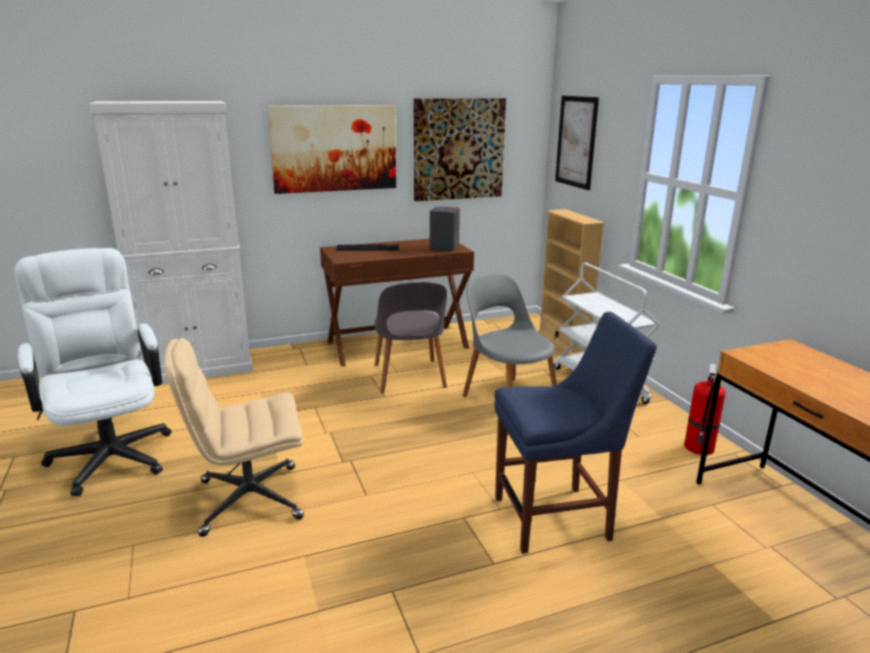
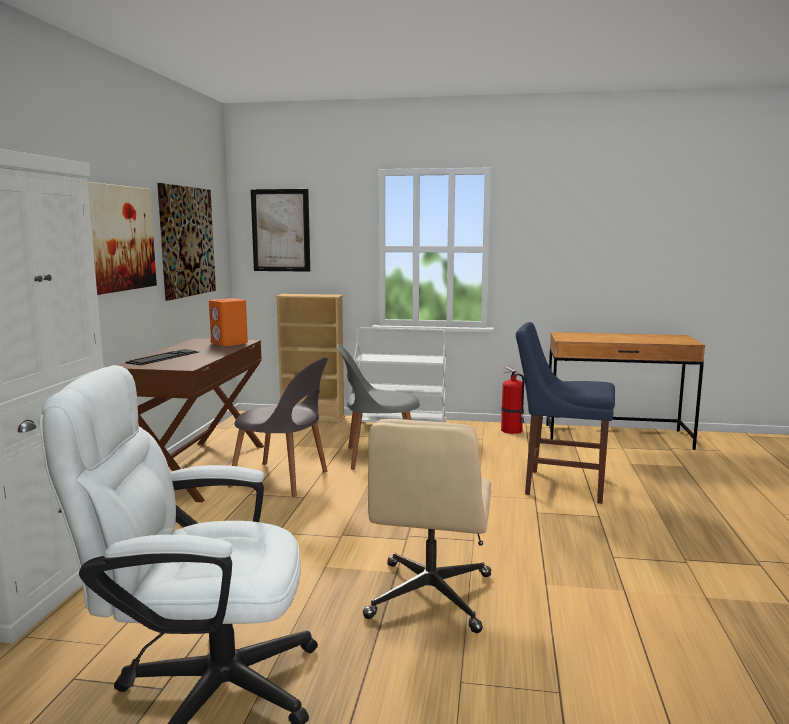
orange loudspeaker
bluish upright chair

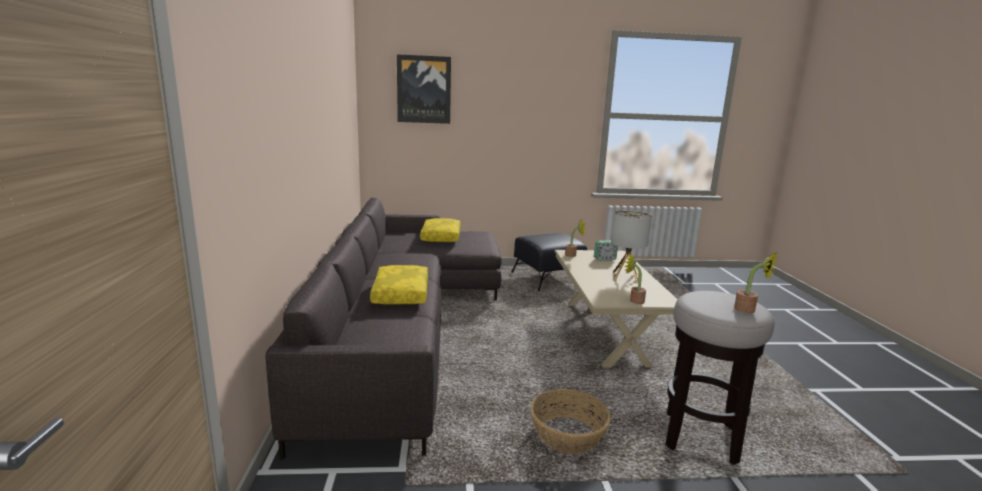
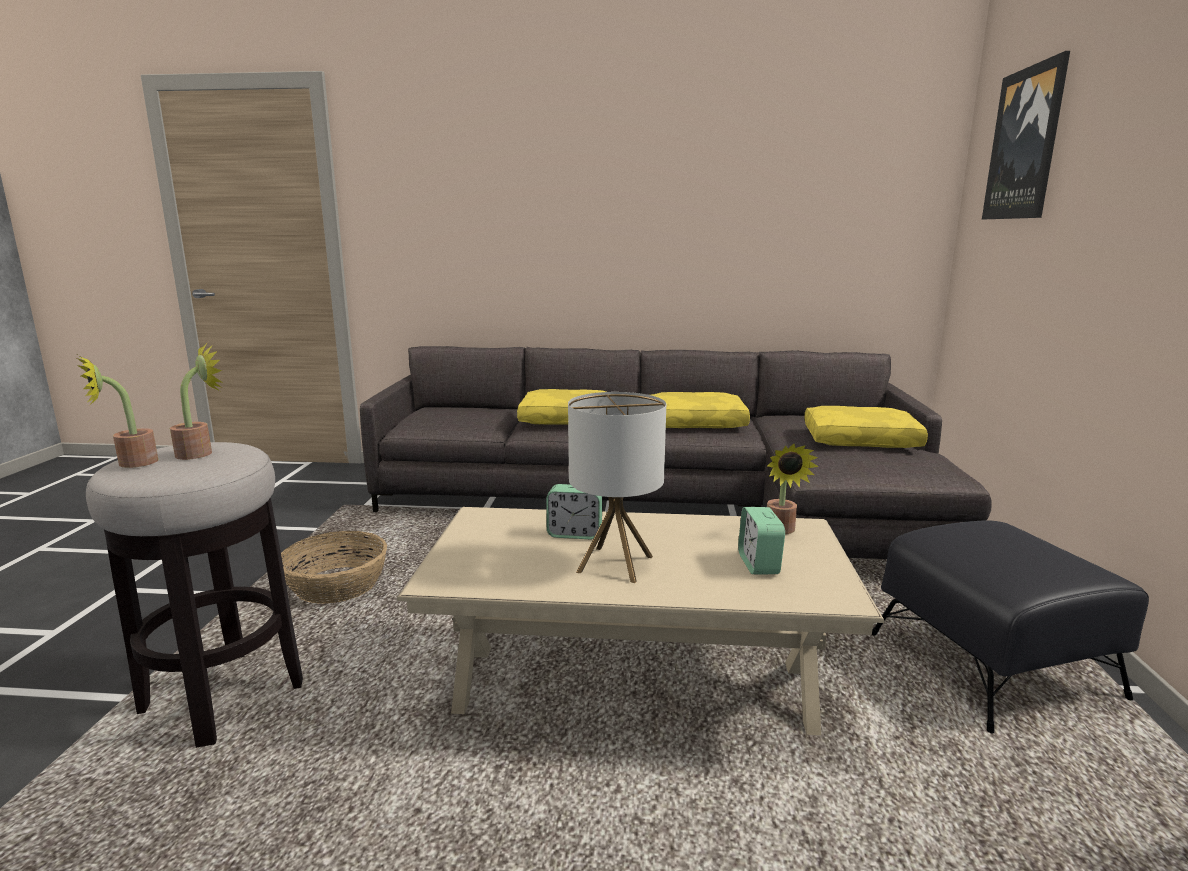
alarm clock (1st from left)
yellow-coloured pillow (2nd from left)
potted plant (2nd from left)

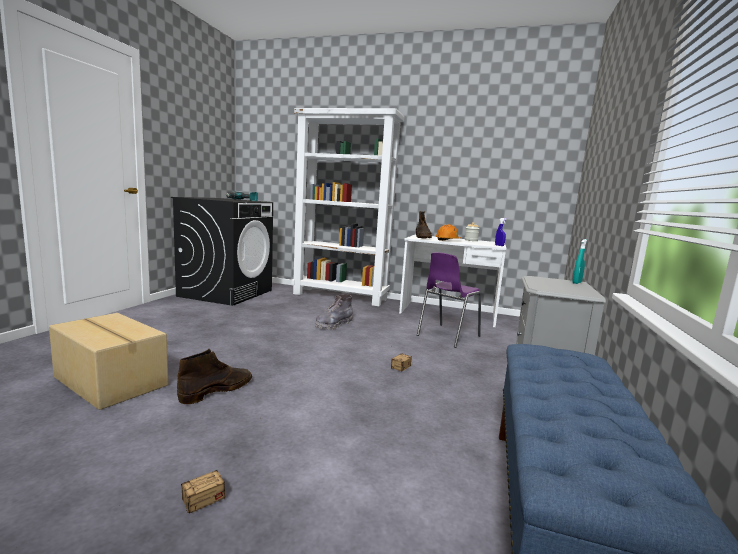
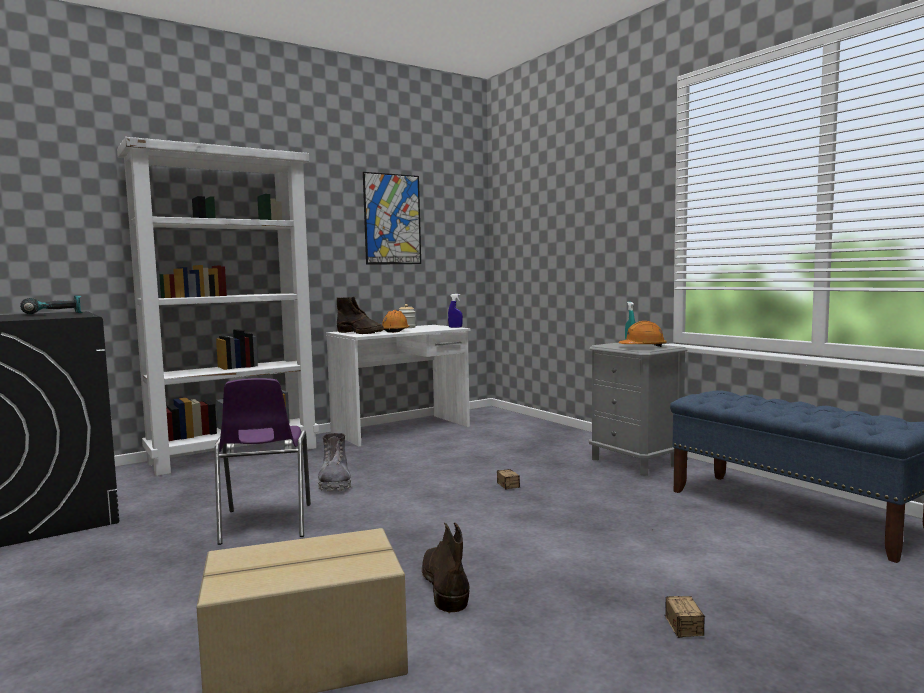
wall picture
orange hard hat (2nd from left)
purplish upright chair

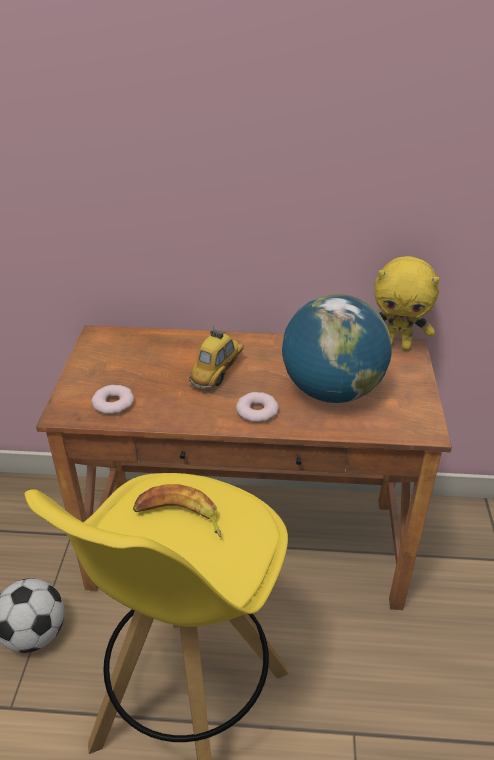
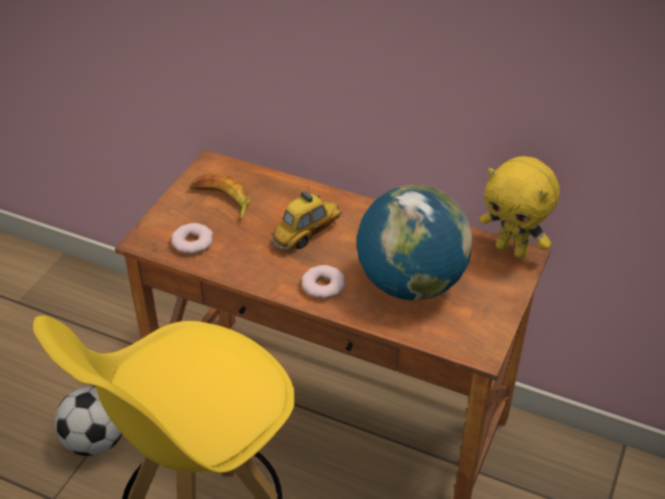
banana

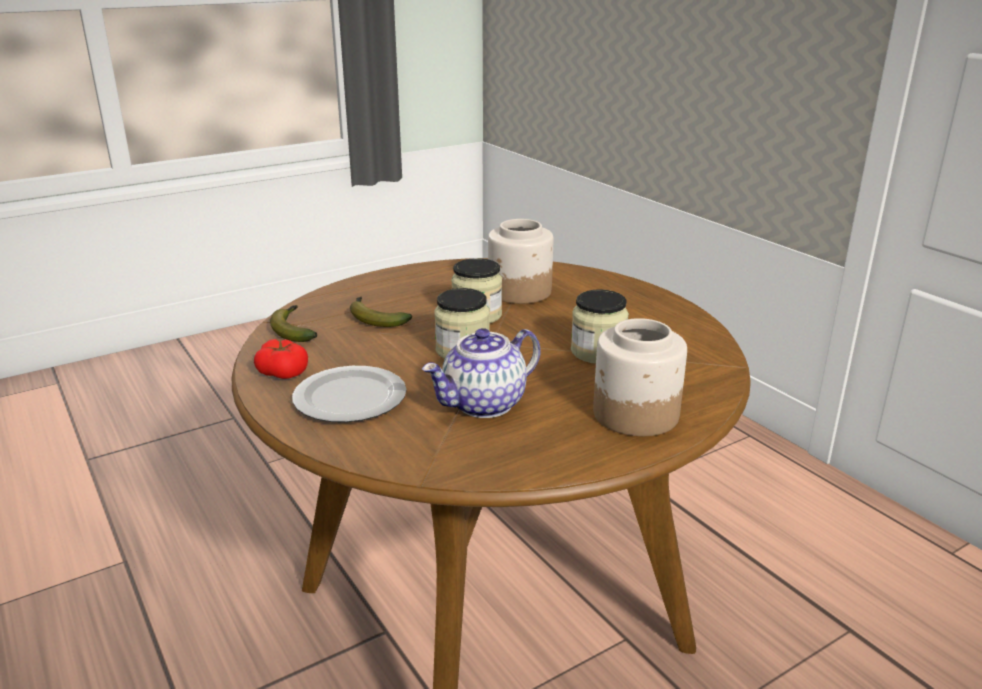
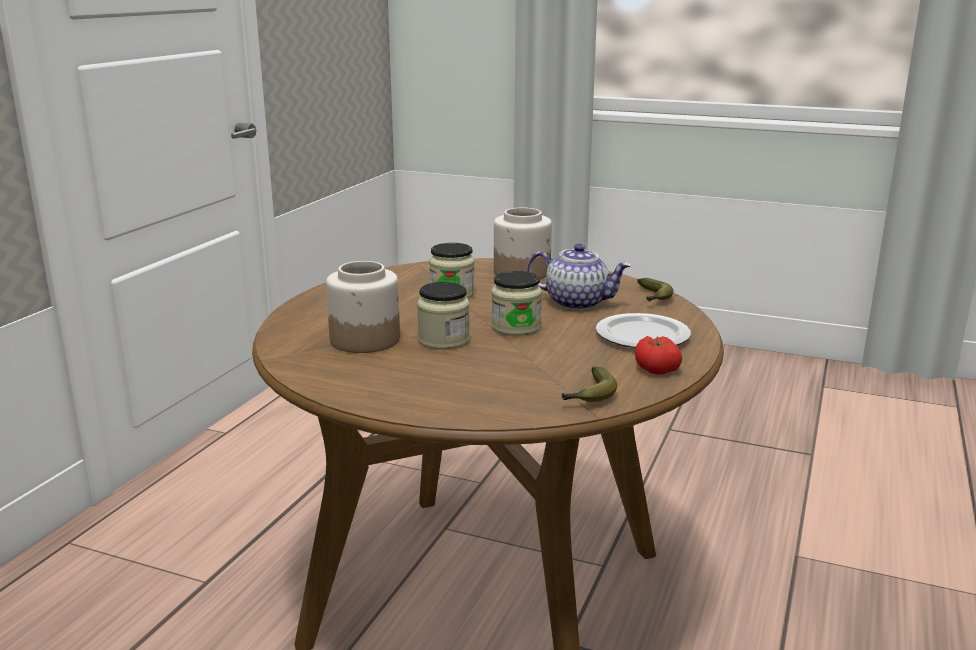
banana (2nd from left)

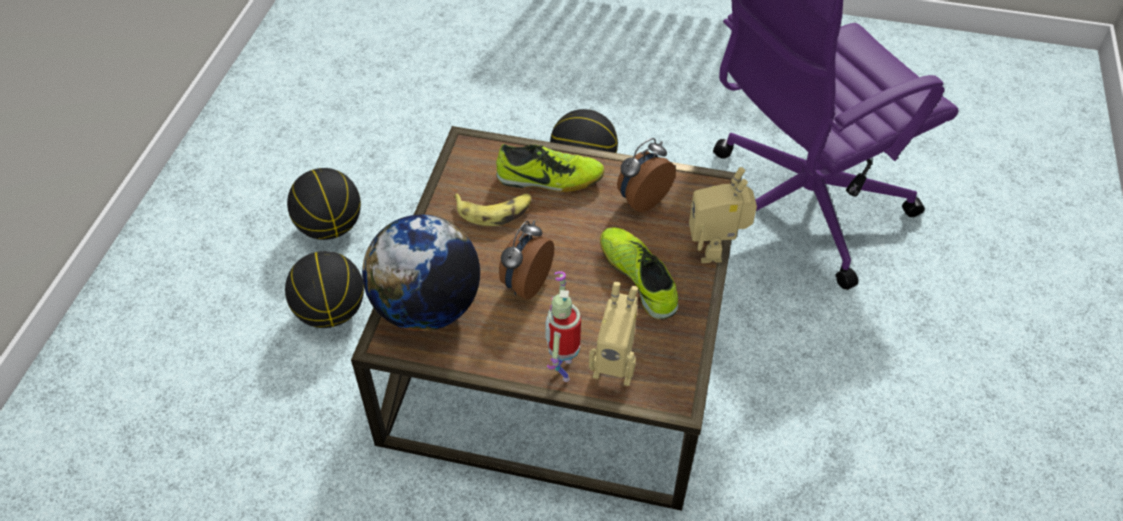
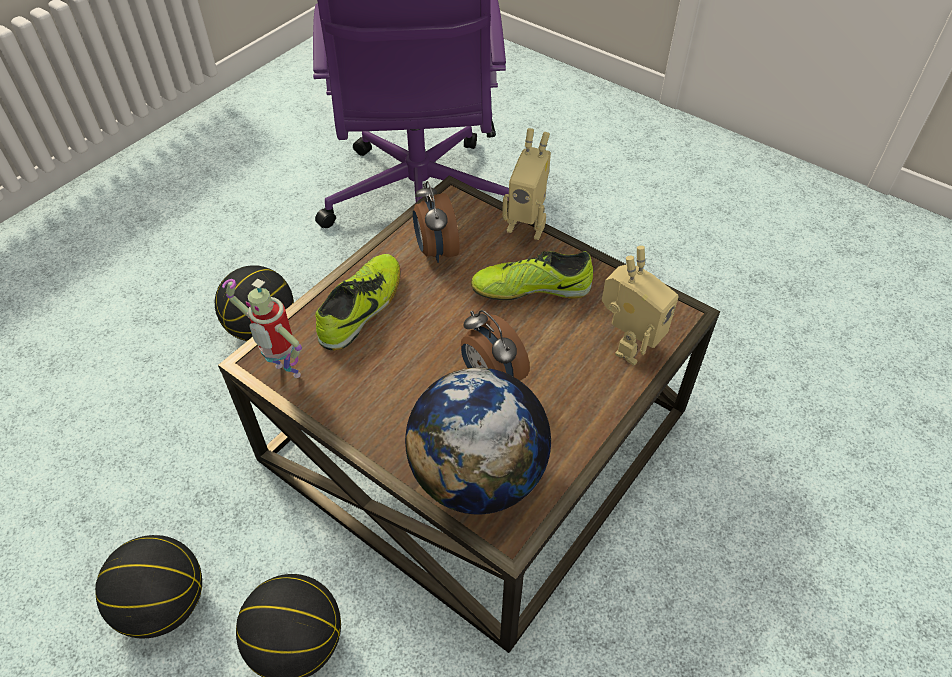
banana
robot figure (1st from left)

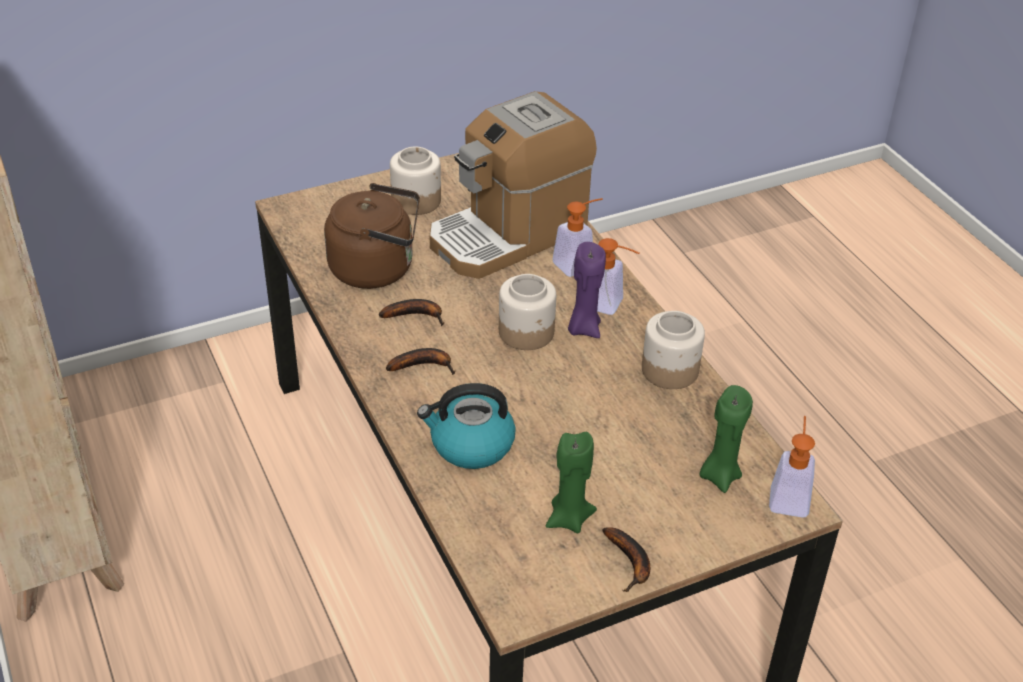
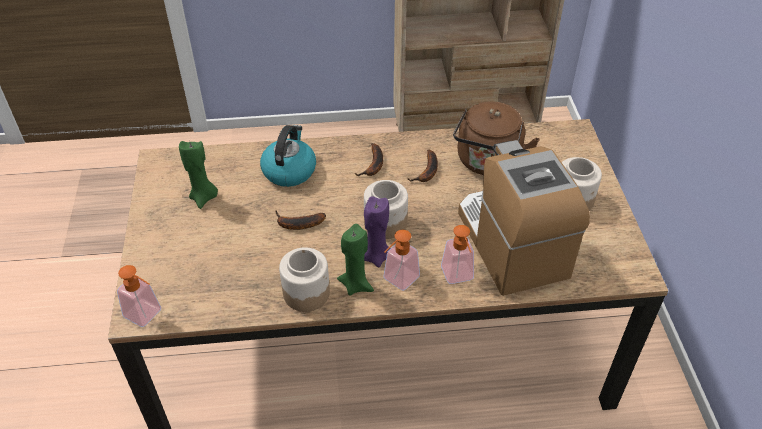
banana (1st from left)
green-coloured wax light (2nd from left)

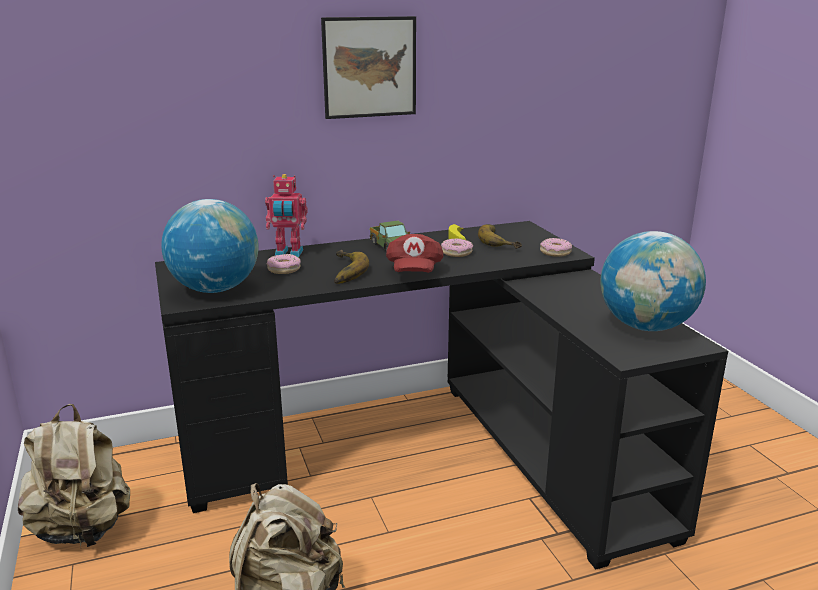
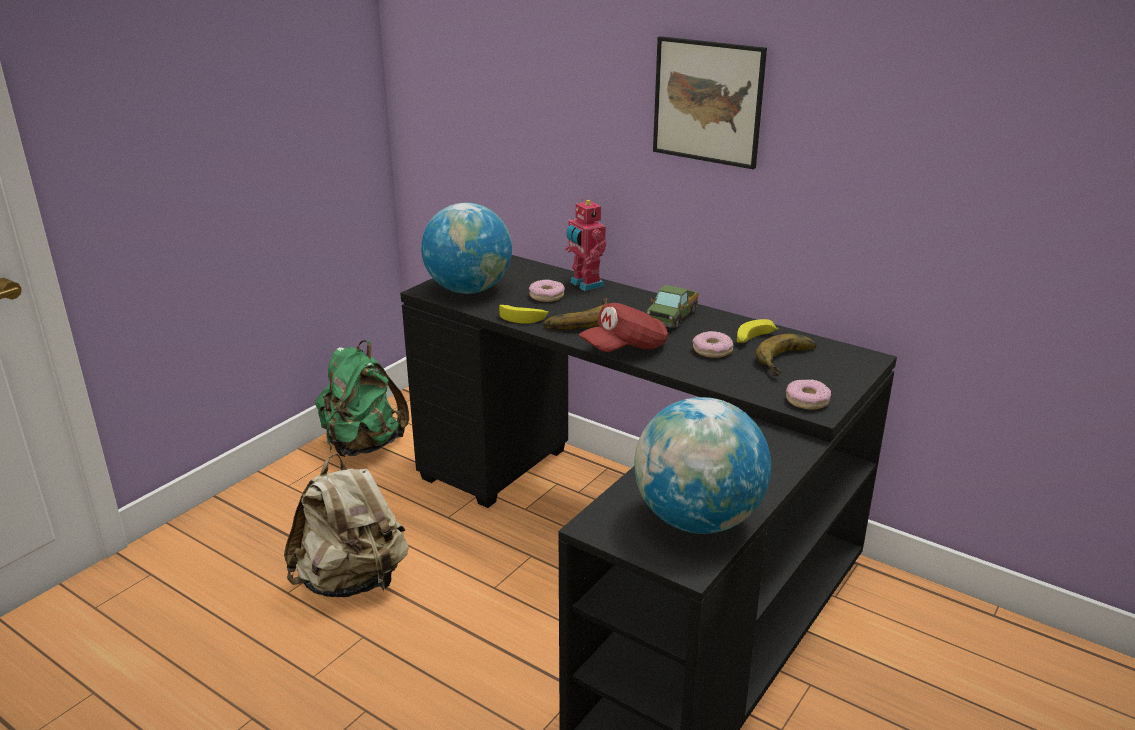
banana (1st from left)
green-coloured knapsack

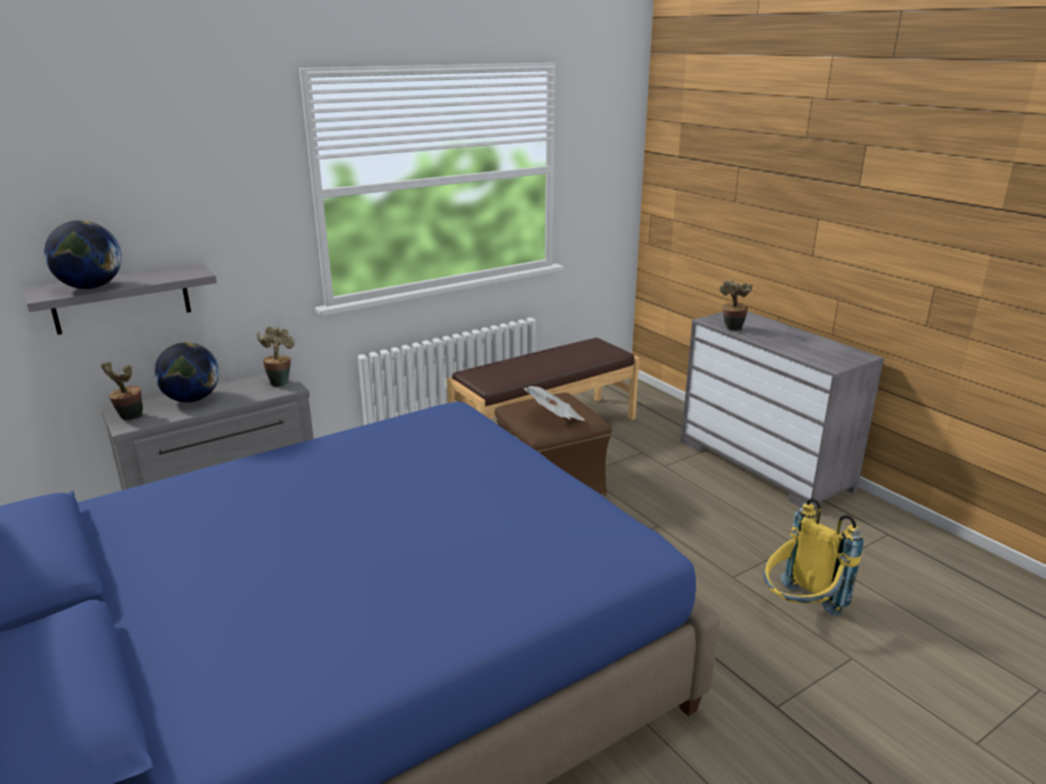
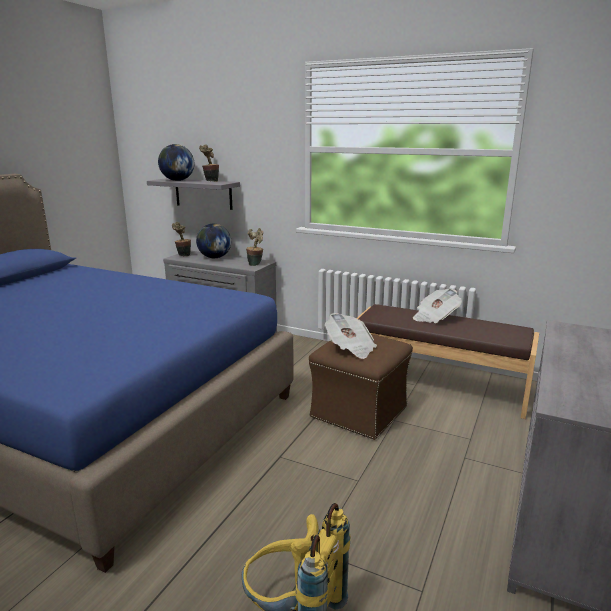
daily paper (2nd from left)
potted plant (2nd from left)

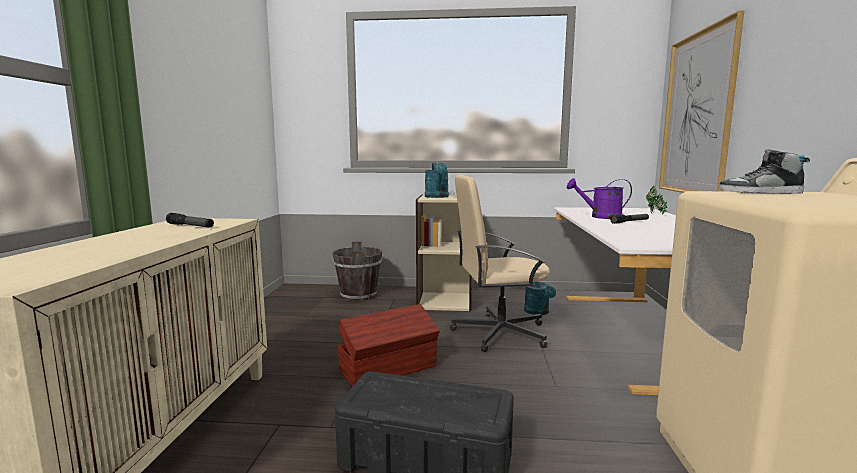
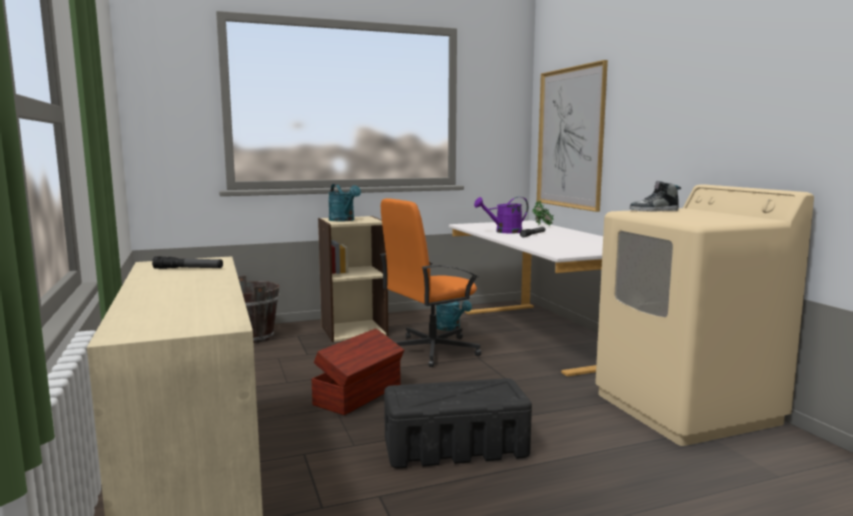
orange computer chair

